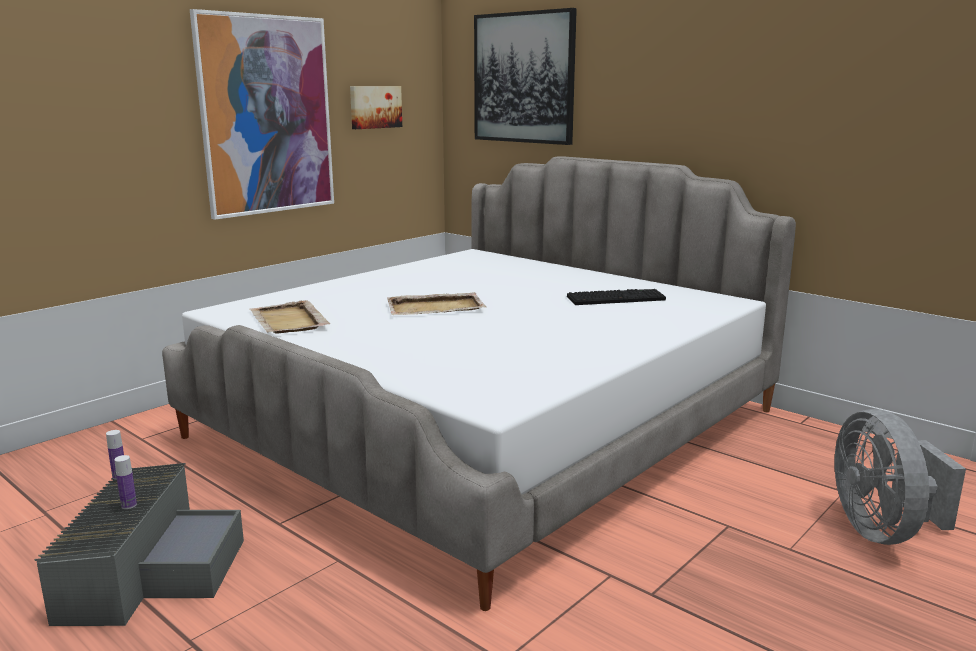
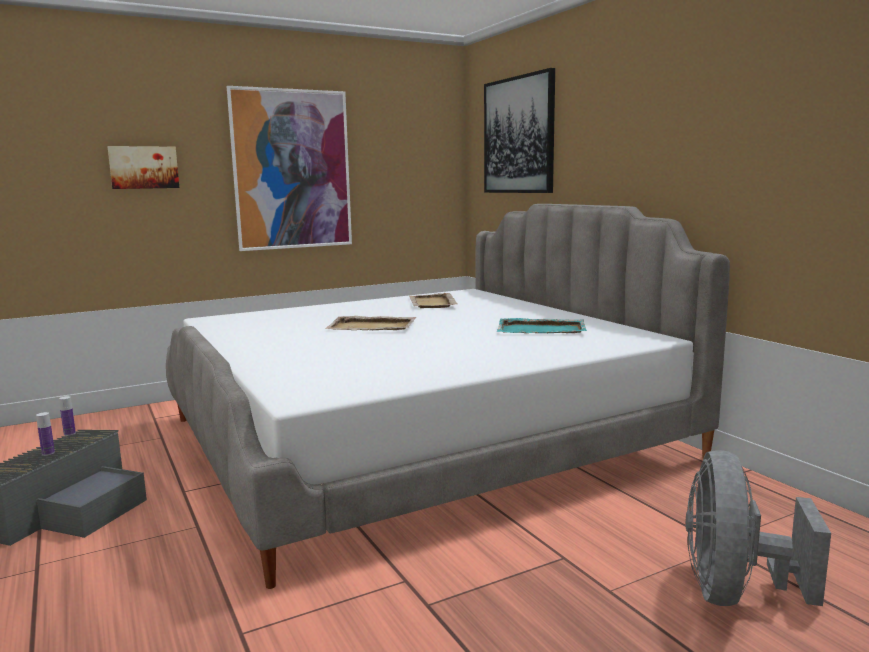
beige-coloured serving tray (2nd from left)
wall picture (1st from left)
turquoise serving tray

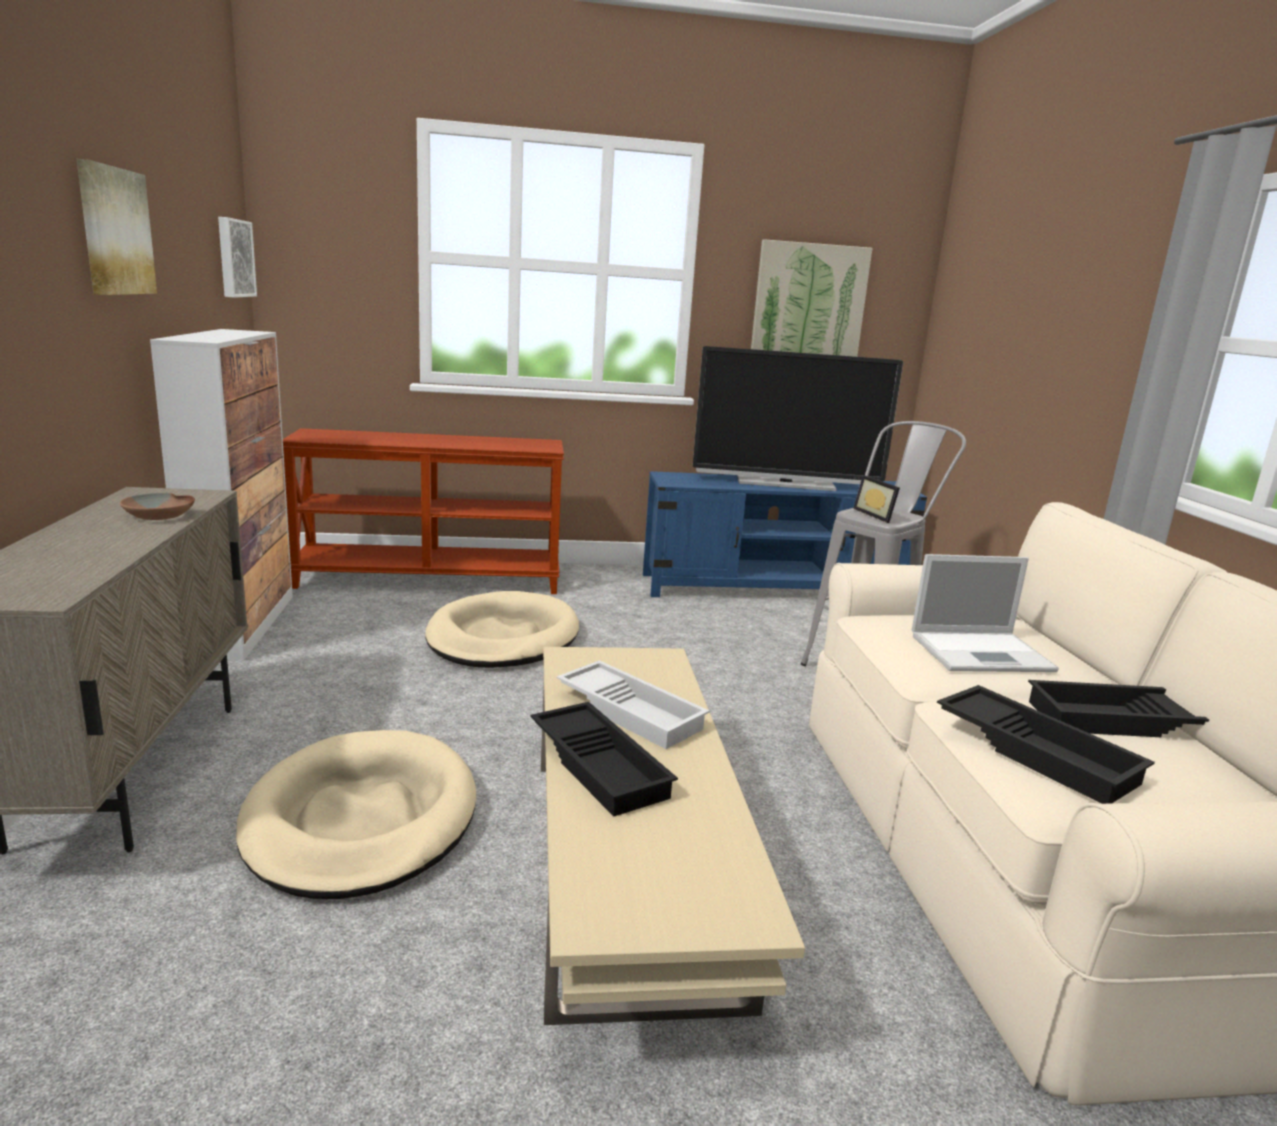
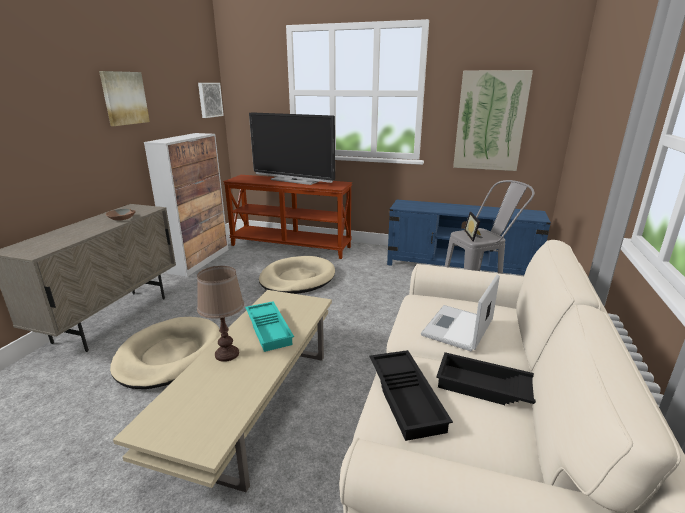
television
brown-coloured tabletop lamp
turquoise serving tray
notebook computer

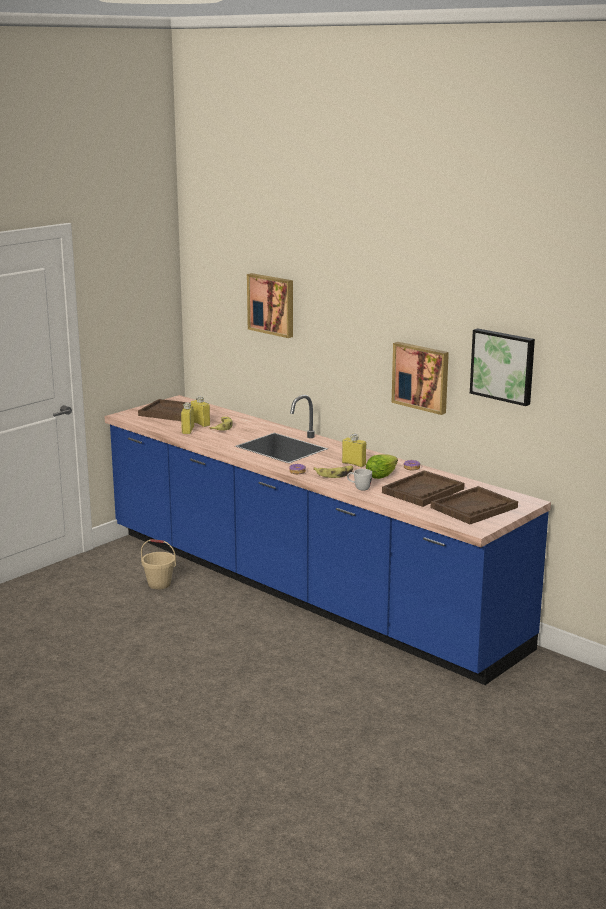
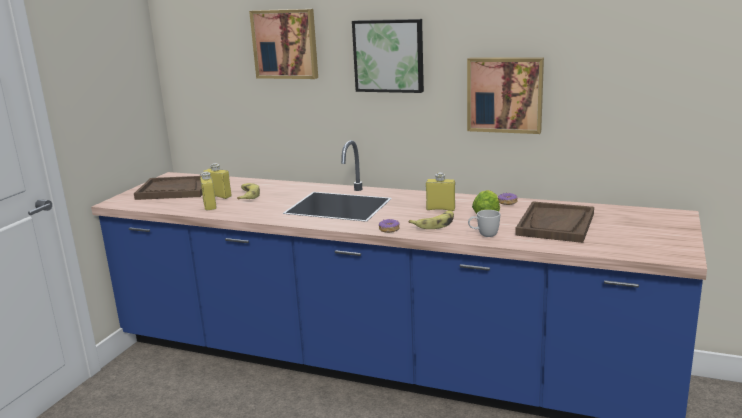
beige-coloured water bucket
brown-coloured serving tray (3rd from left in the first image)
wall picture (2nd from left)

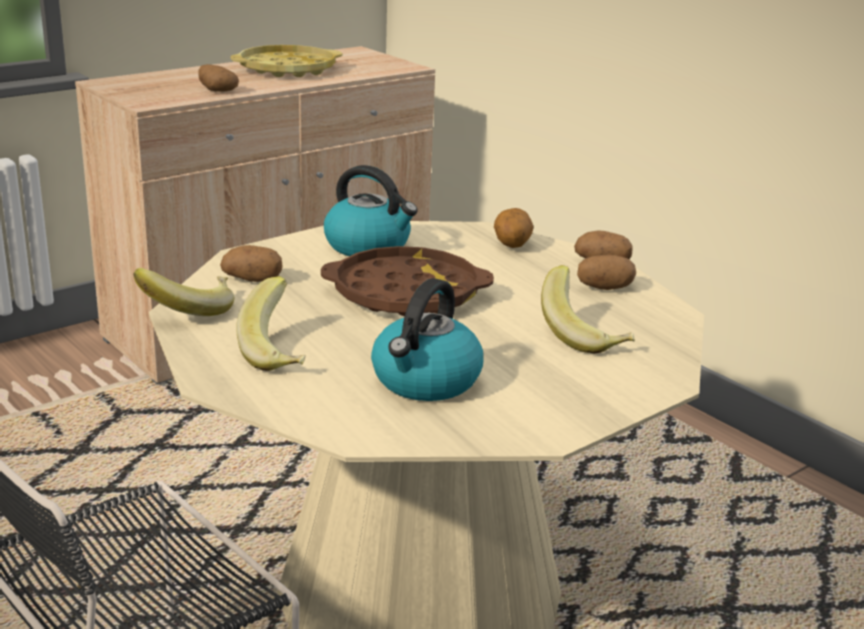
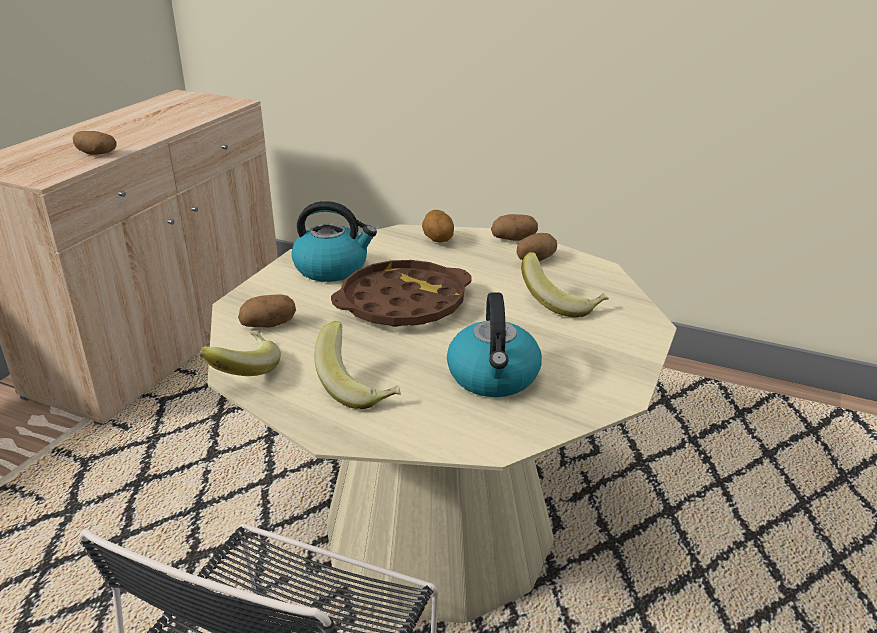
yellow-coloured serving tray

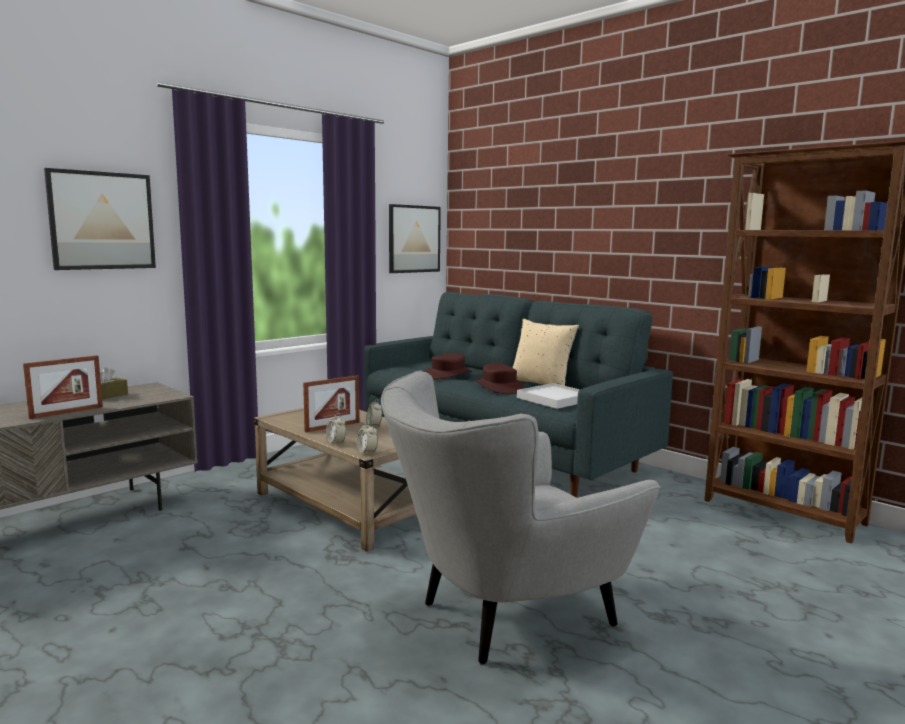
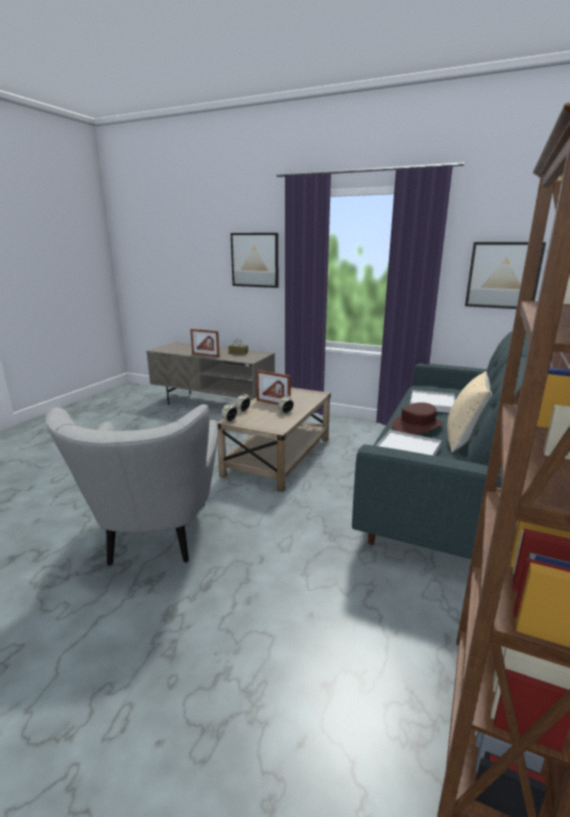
white-coloured serving tray (2nd from left)
greyish lounge chair

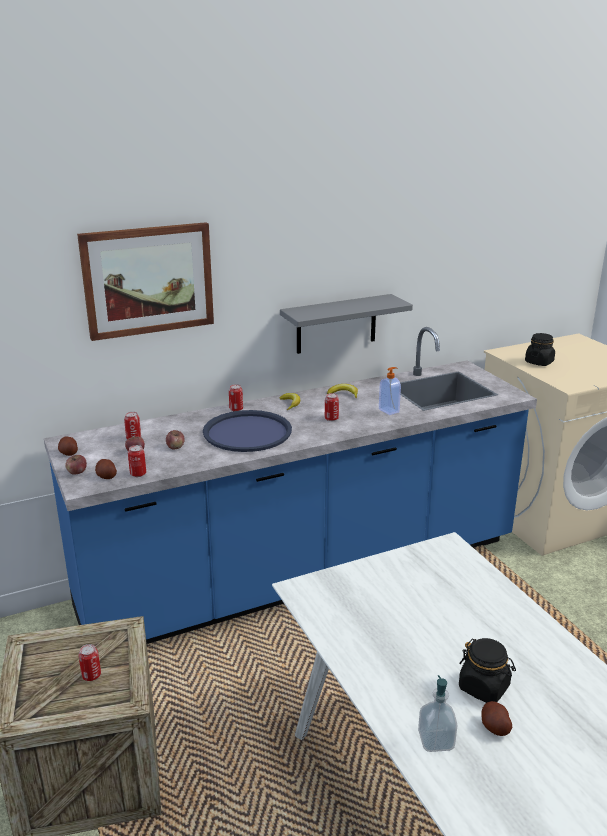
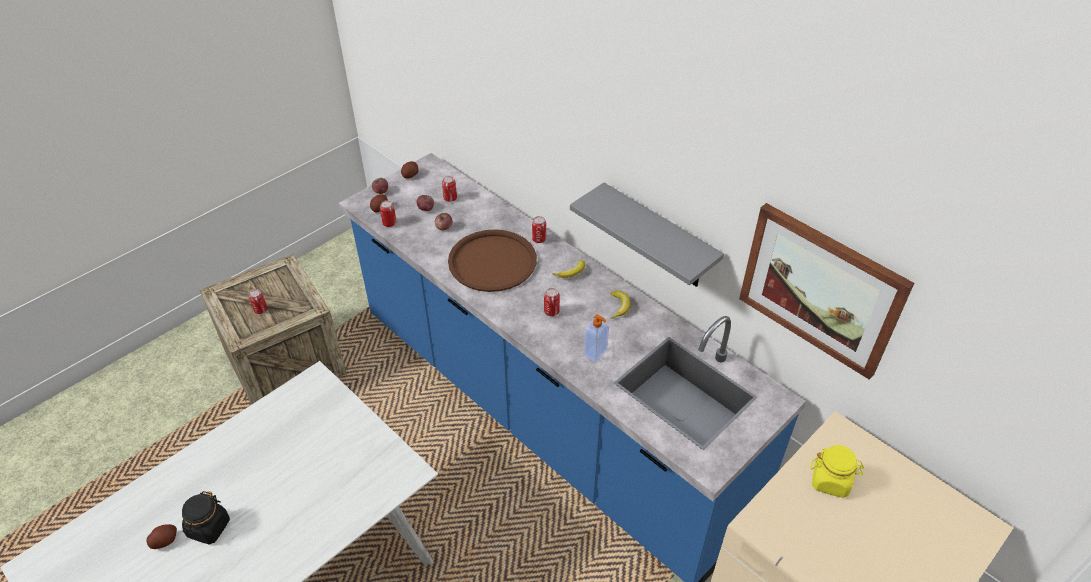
soap dispenser (2nd from left in the first image)
wall picture
brown-coloured serving tray
yellow-coloured jar

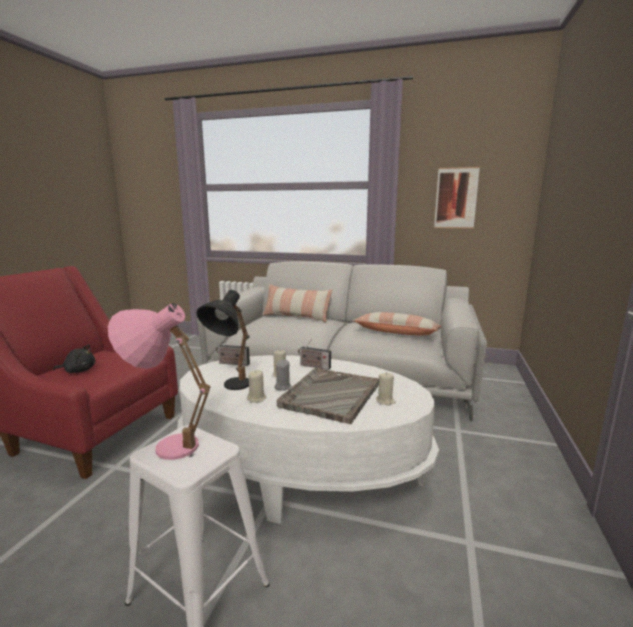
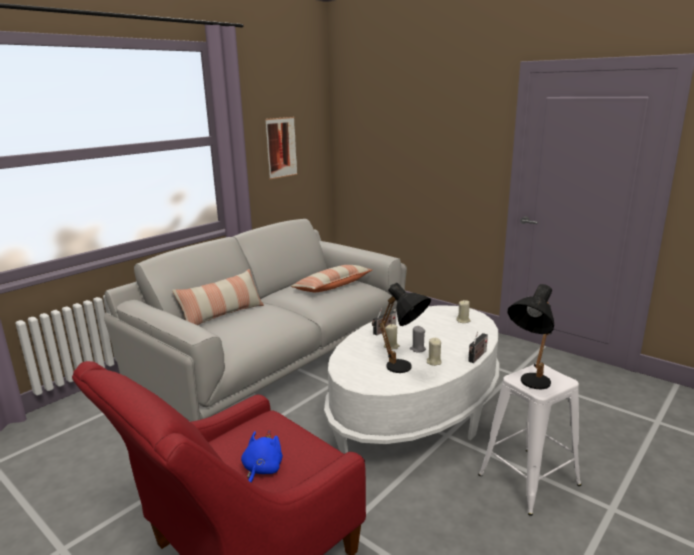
greyish serving tray
radio receiver (2nd from left)
bluish soft toy
blackish tabletop lamp (2nd from left)

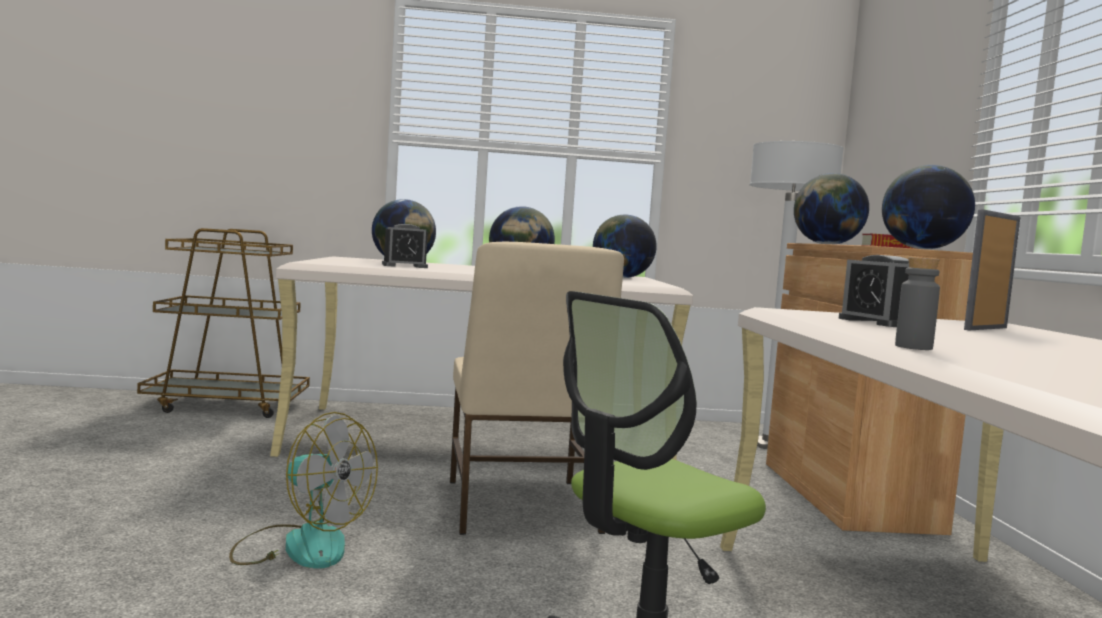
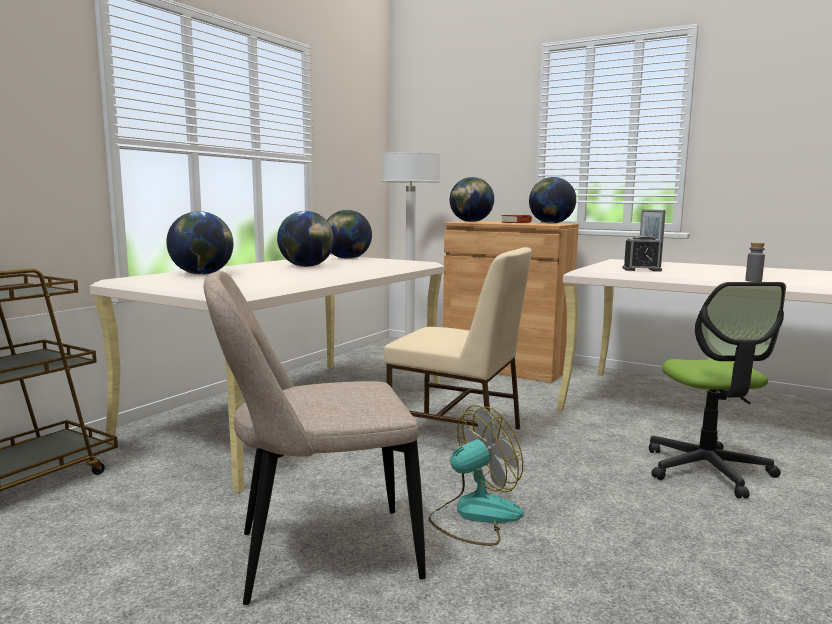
alarm clock (1st from left in the first image)
beige-coloured upright chair (1st from left)

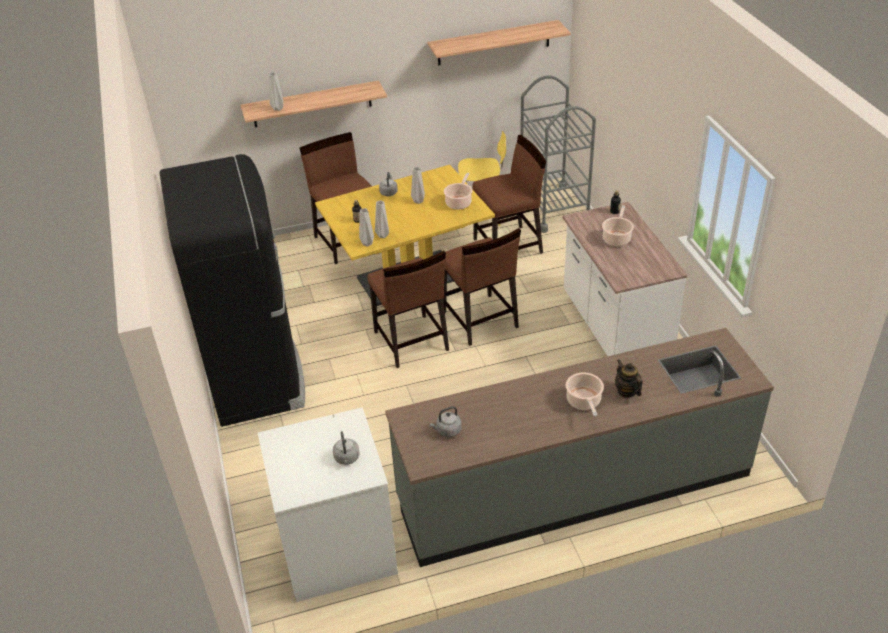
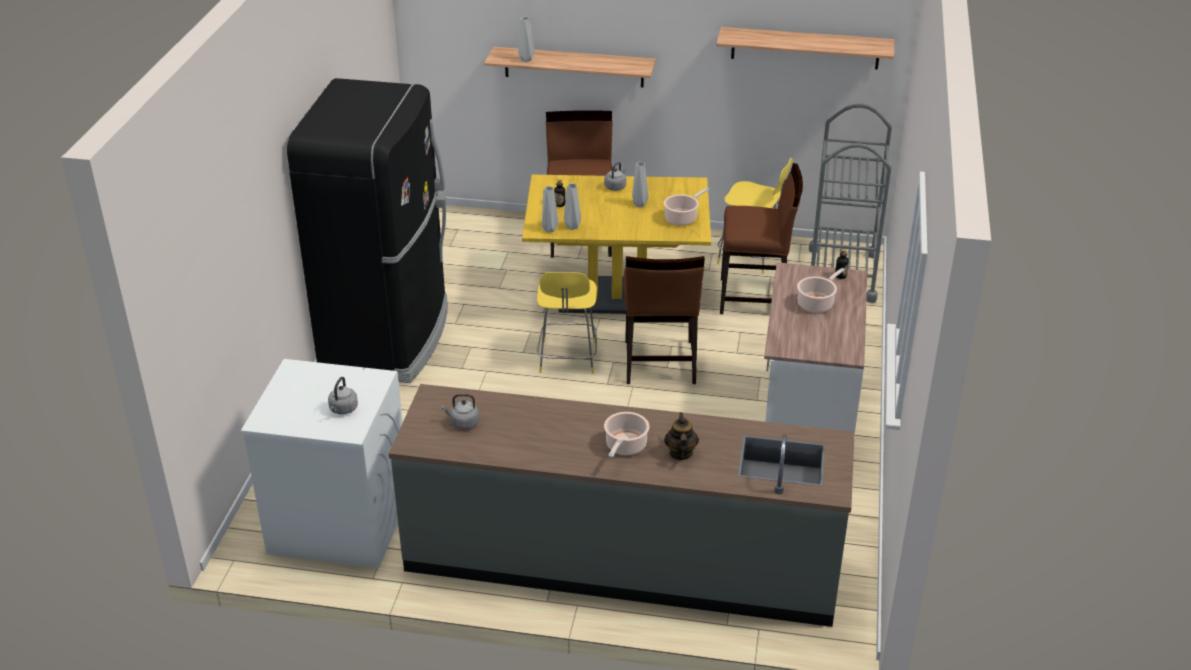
yellow-coloured stool seat (1st from left)

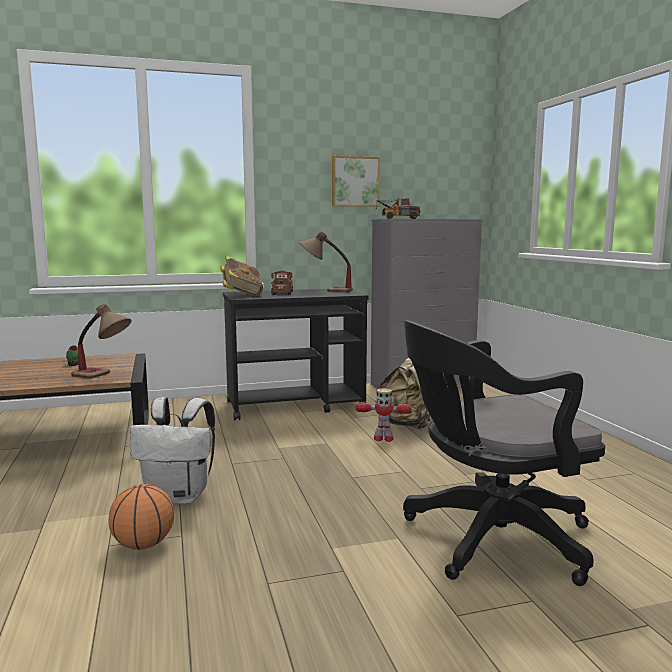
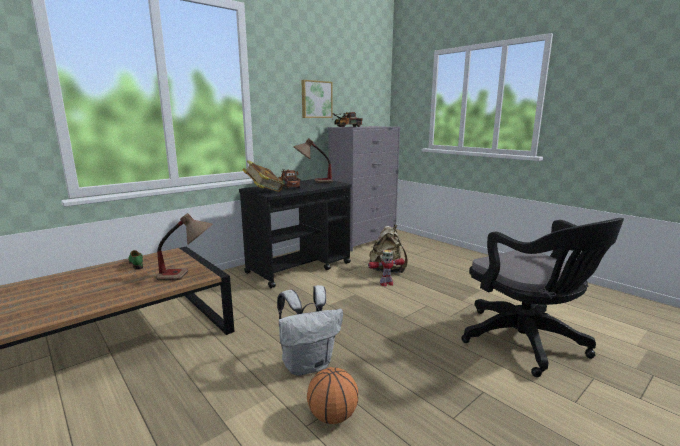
blackish computer chair

